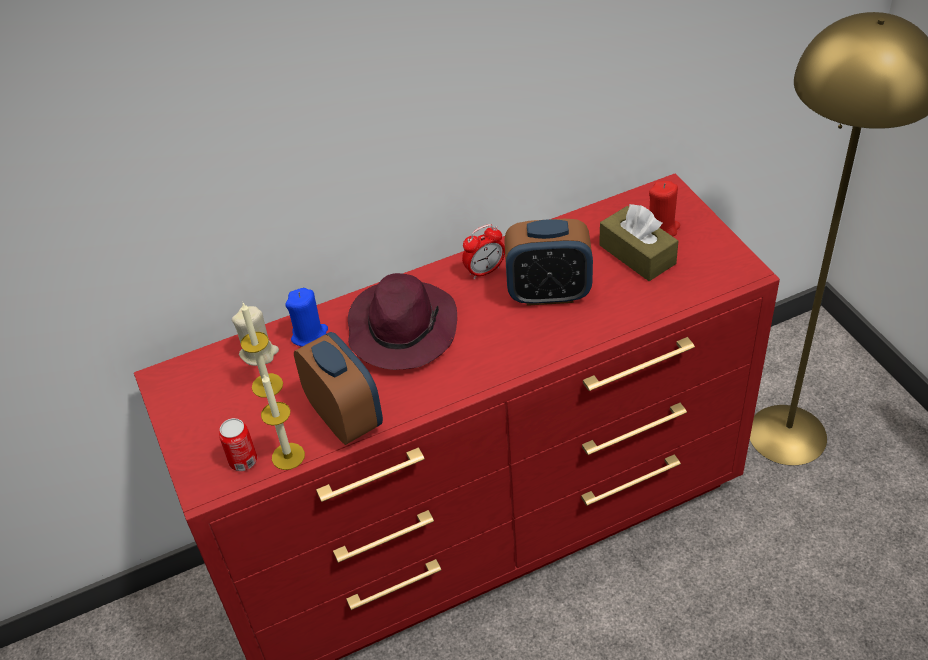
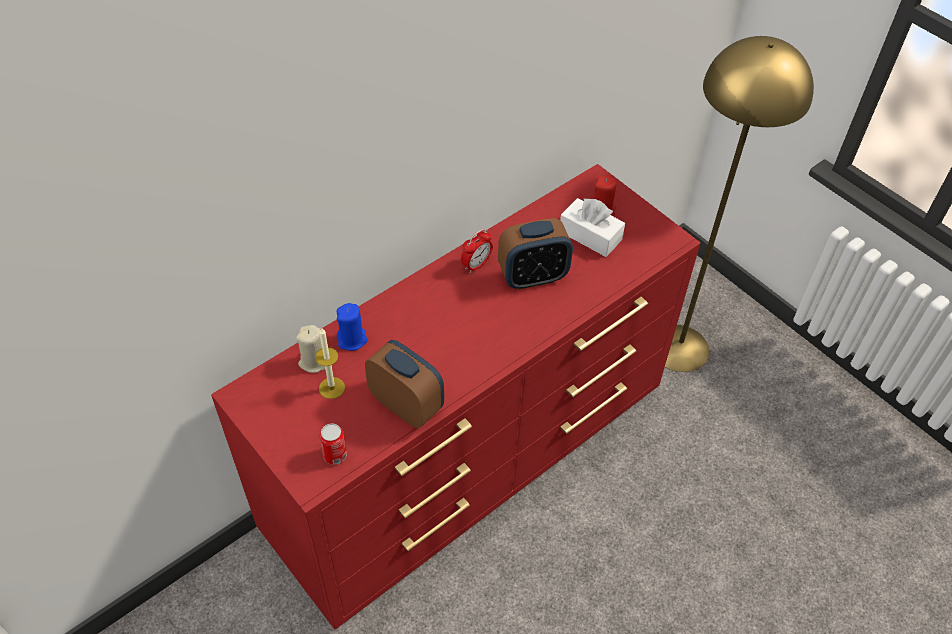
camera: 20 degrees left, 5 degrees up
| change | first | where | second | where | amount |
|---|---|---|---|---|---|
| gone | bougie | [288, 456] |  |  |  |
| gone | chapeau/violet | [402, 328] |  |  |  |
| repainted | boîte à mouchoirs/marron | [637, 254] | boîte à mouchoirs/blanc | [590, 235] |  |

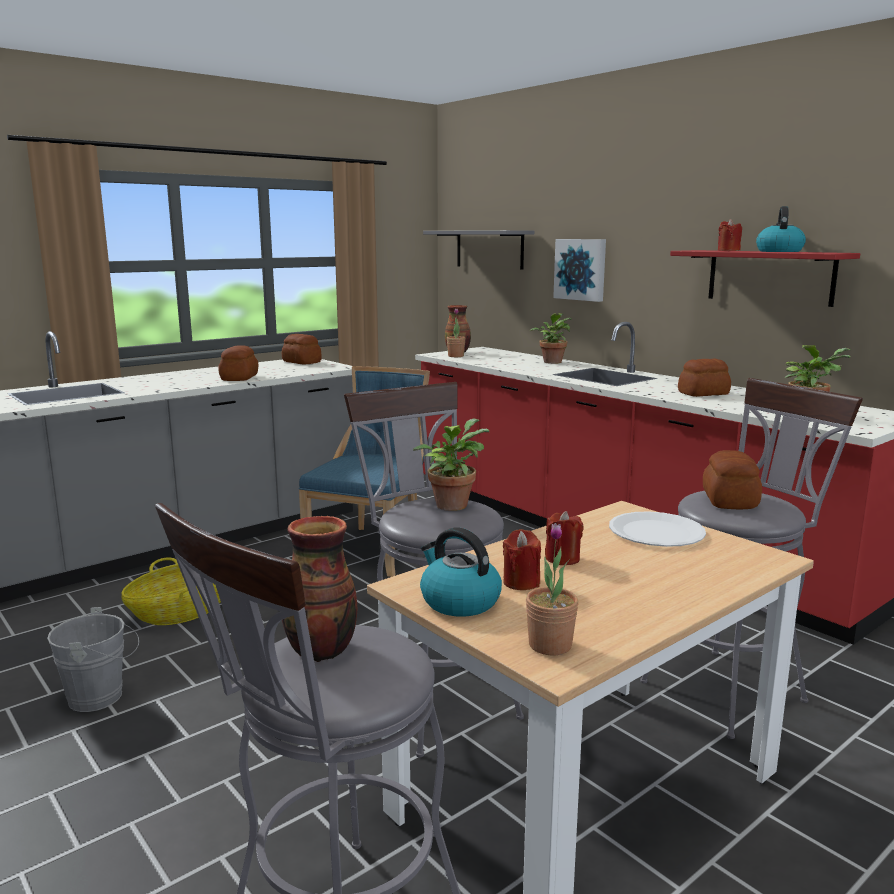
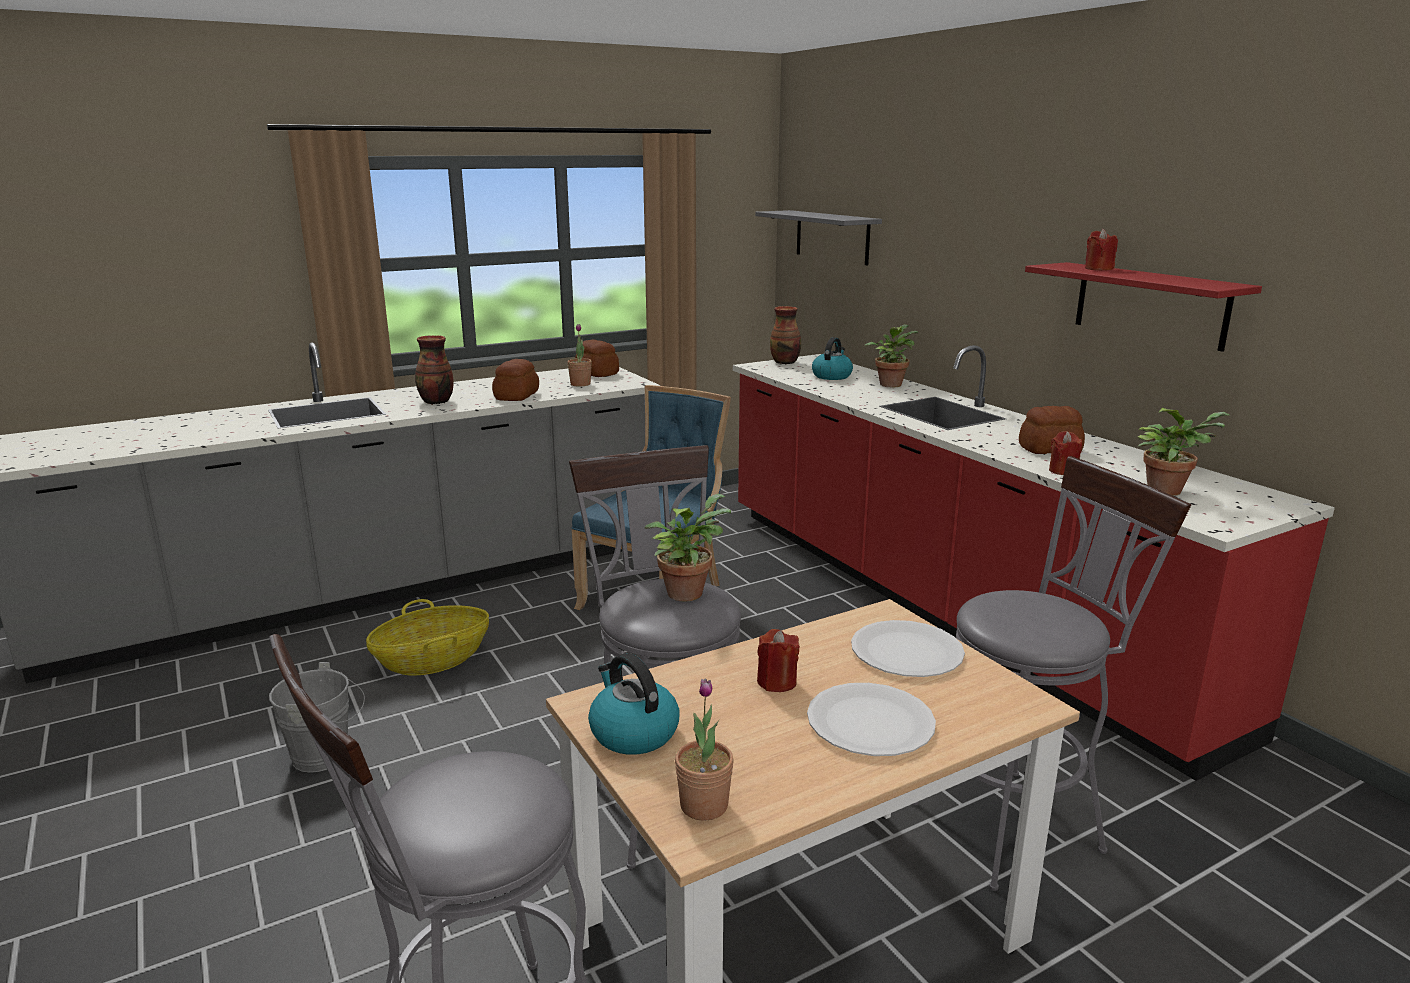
camera: 10 degrees right, 5 degrees up
| change | first | where | second | where | amount |
|---|---|---|---|---|---|
| shifted | vase | [320, 650] |  | [436, 402] |  |
| shifted | plante en pot | [456, 356] |  | [580, 384] |  |
| shifted | bougie/rouge | [521, 582] |  | [1063, 471] |  |
| gone | tableau | [581, 269] |  |  |  |
| gone | pain | [729, 500] |  |  |  |
| shifted | bouilloire | [779, 251] |  | [831, 376] |  |
| new |  |  | assiette/blanc | [870, 722] |  |

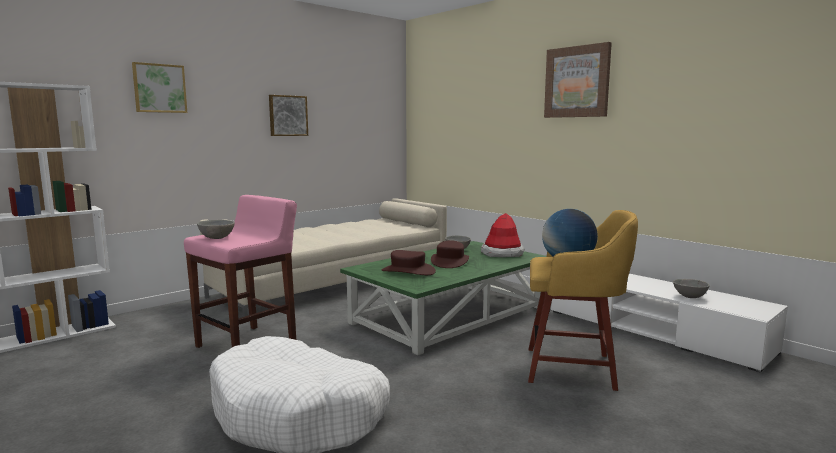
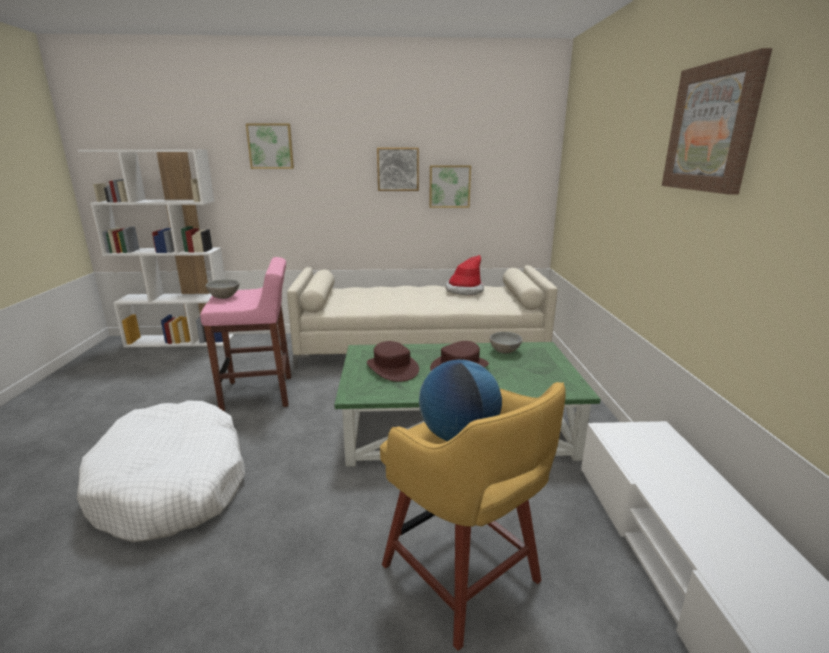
camera: 40 degrees right, 10 degrees up
| change | first | where | second | where | amount |
|---|---|---|---|---|---|
| shifted | chapeau | [502, 253] |  | [464, 290] |  |
| gone | bol/gris | [689, 297] |  |  |  |
| new |  |  | tableau | [449, 186] |  |

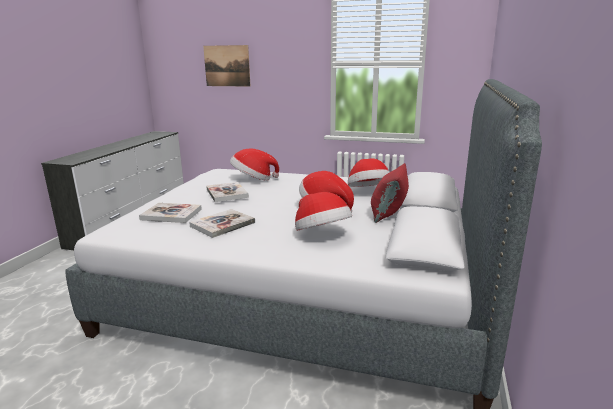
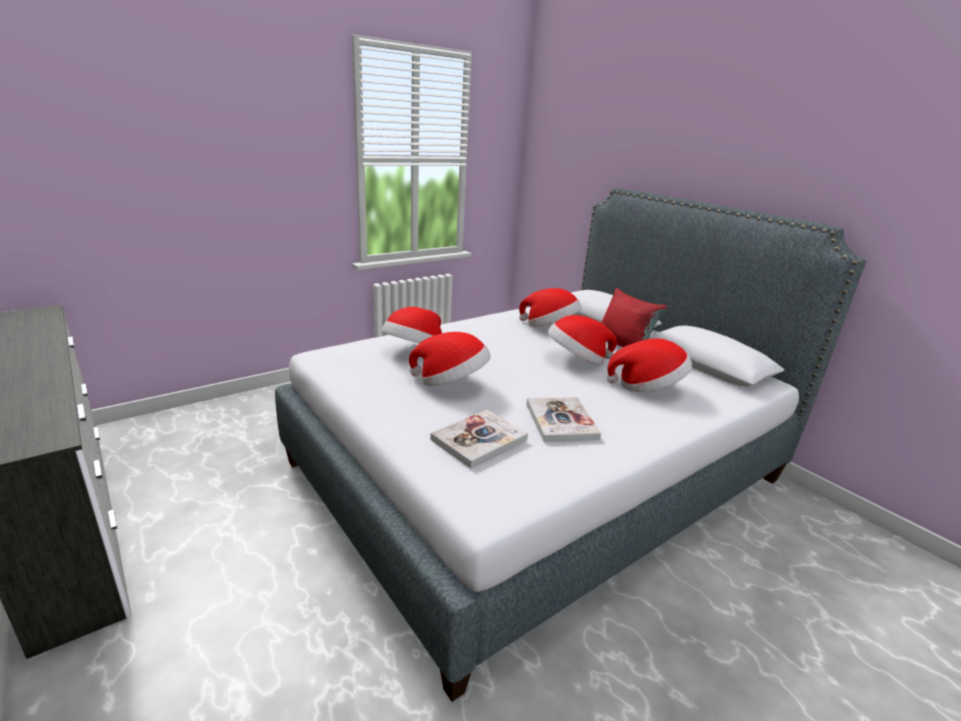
camera: 55 degrees left, 5 degrees up
| change | first | where | second | where | amount |
|---|---|---|---|---|---|
| gone | tableau | [227, 66] |  |  |  |
| swapped | livre | [227, 193] | chapeau | [451, 382] |  |

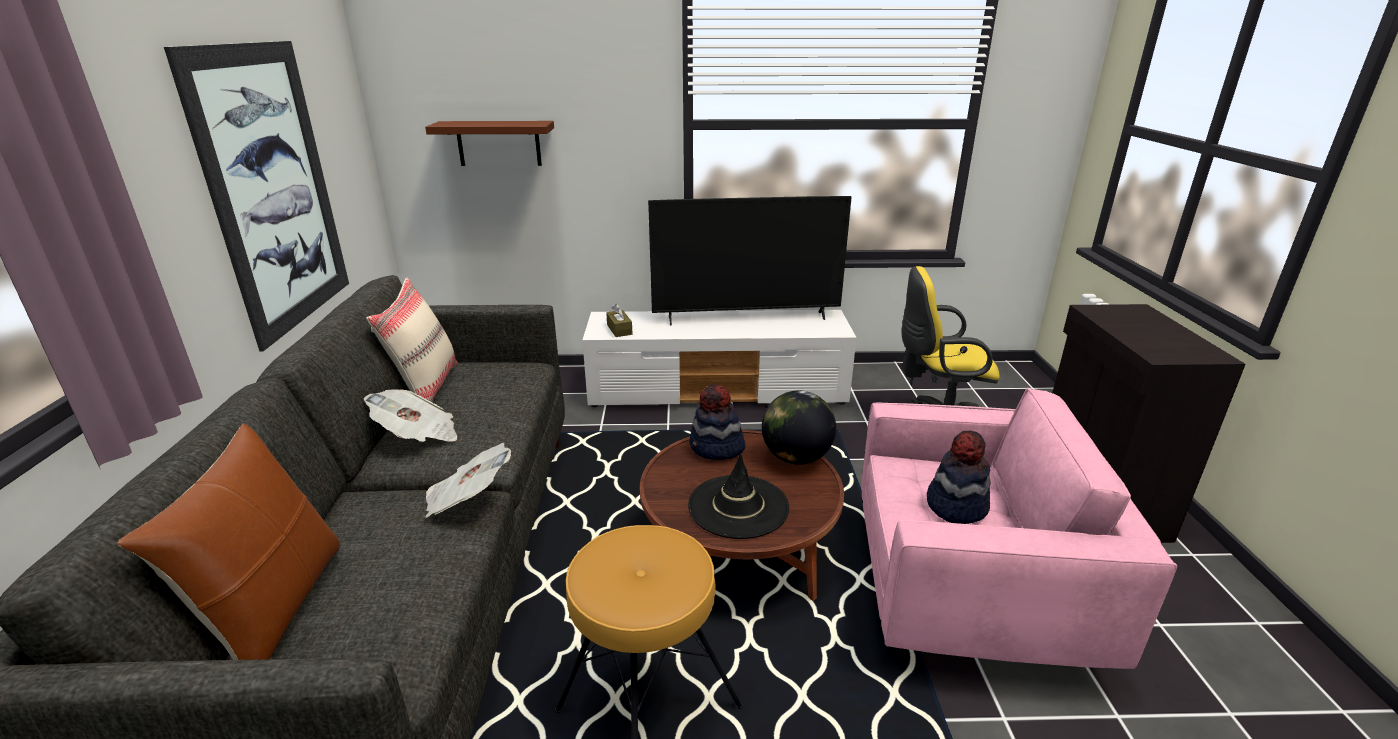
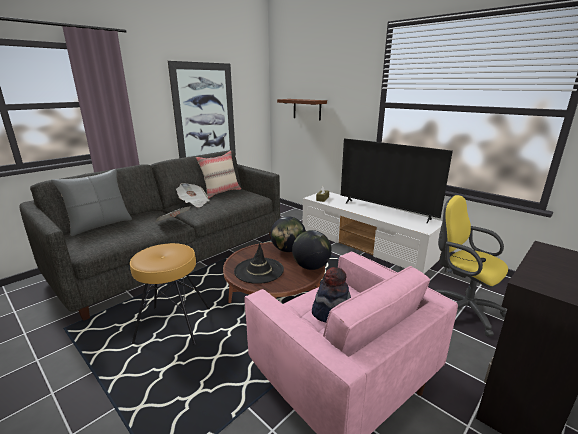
camera: 45 degrees right, 5 degrees down
| change | first | where | second | where | amount |
|---|---|---|---|---|---|
| repainted | coussin/marron | [274, 607] | coussin/gris | [100, 225] |  |
| swapped | chapeau | [716, 448] | globe | [288, 250] |  |

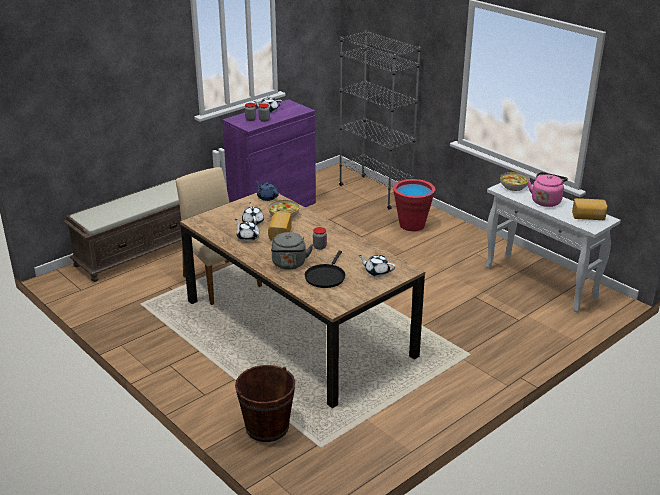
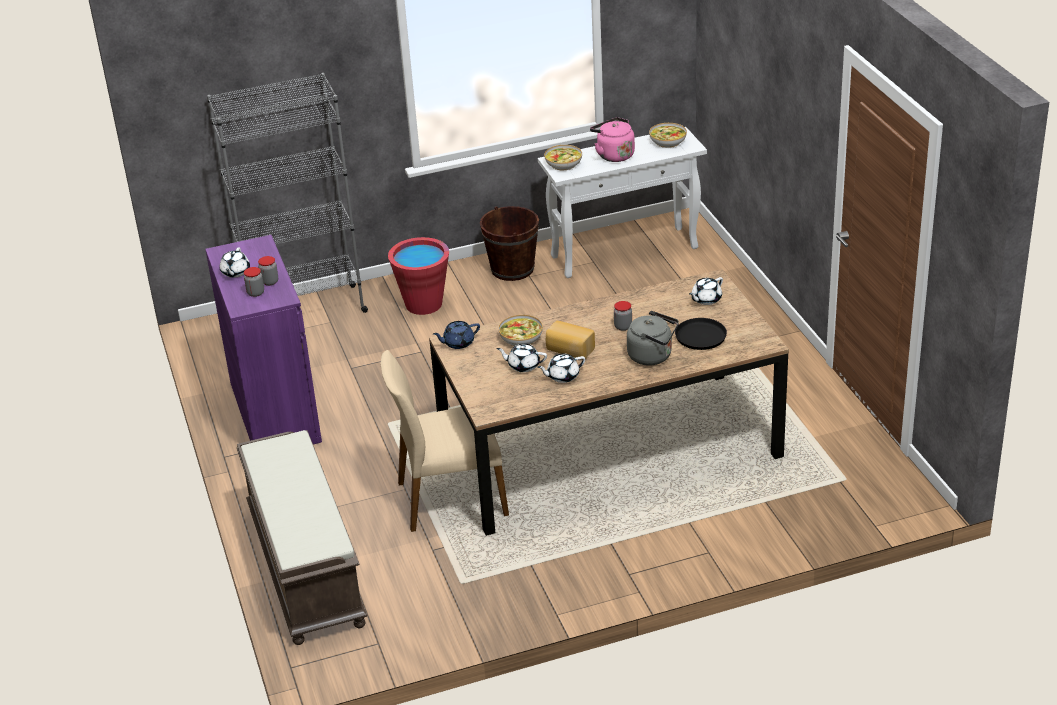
camera: 65 degrees left, 5 degrees up
| change | first | where | second | where | amount |
|---|---|---|---|---|---|
| shifted | seau/marron | [267, 427] |  | [512, 269] |  |
| swapped | pain | [588, 217] | bol | [668, 142] |  |

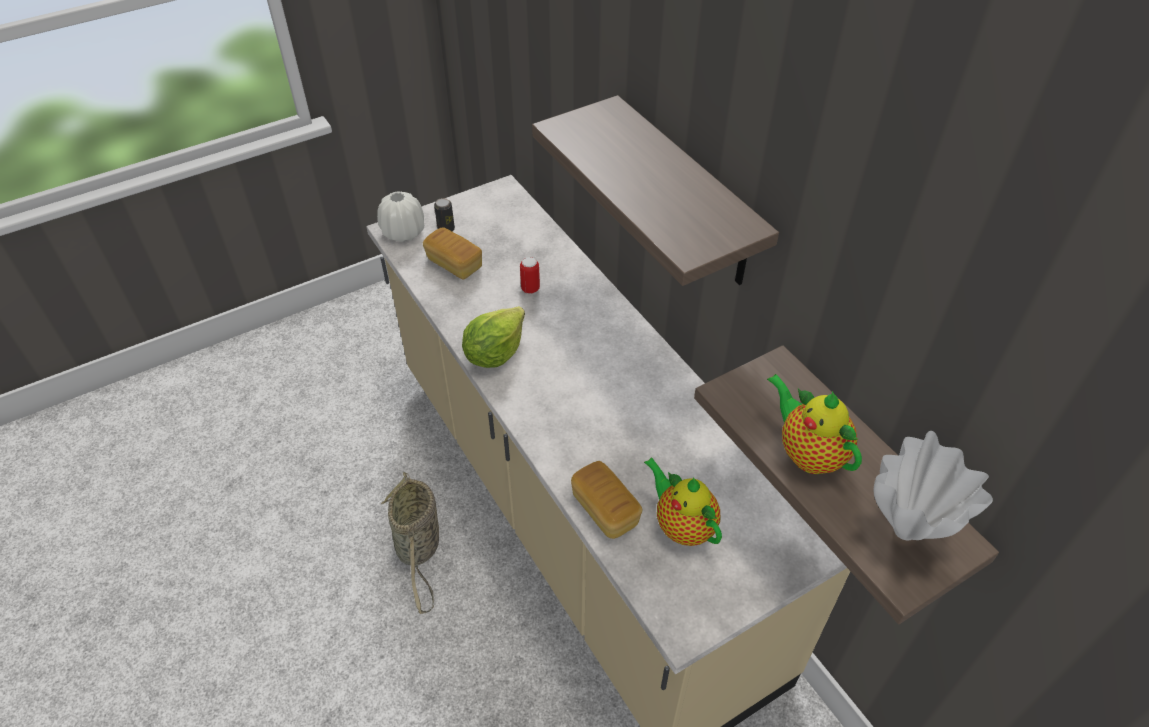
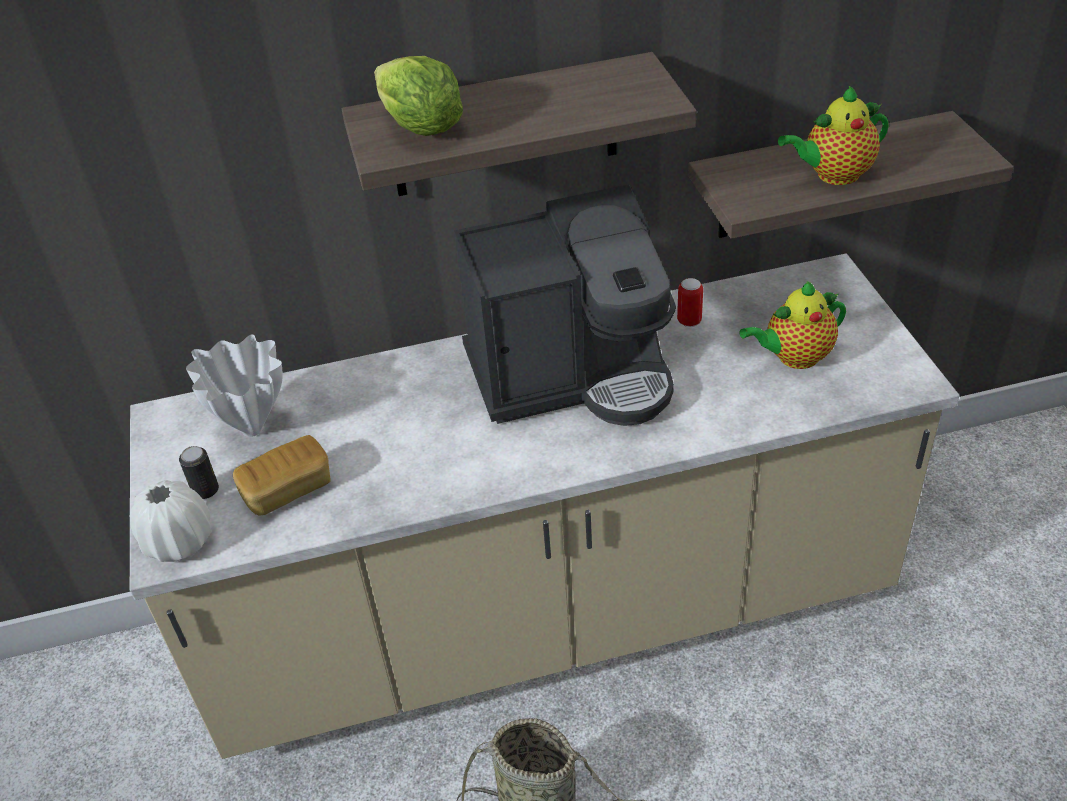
camera: 70 degrees left, 5 degrees down
| change | first | where | second | where | amount |
|---|---|---|---|---|---|
| shifted | laitue | [494, 353] |  | [421, 128] |  |
| shifted | boîte métallique | [530, 289] |  | [689, 321] |  |
| gone | pain | [605, 510] |  |  |  |
| shifted | vase/blanc | [905, 532] |  | [253, 430] |  |
| new |  |  | machine à café | [573, 374] |  |

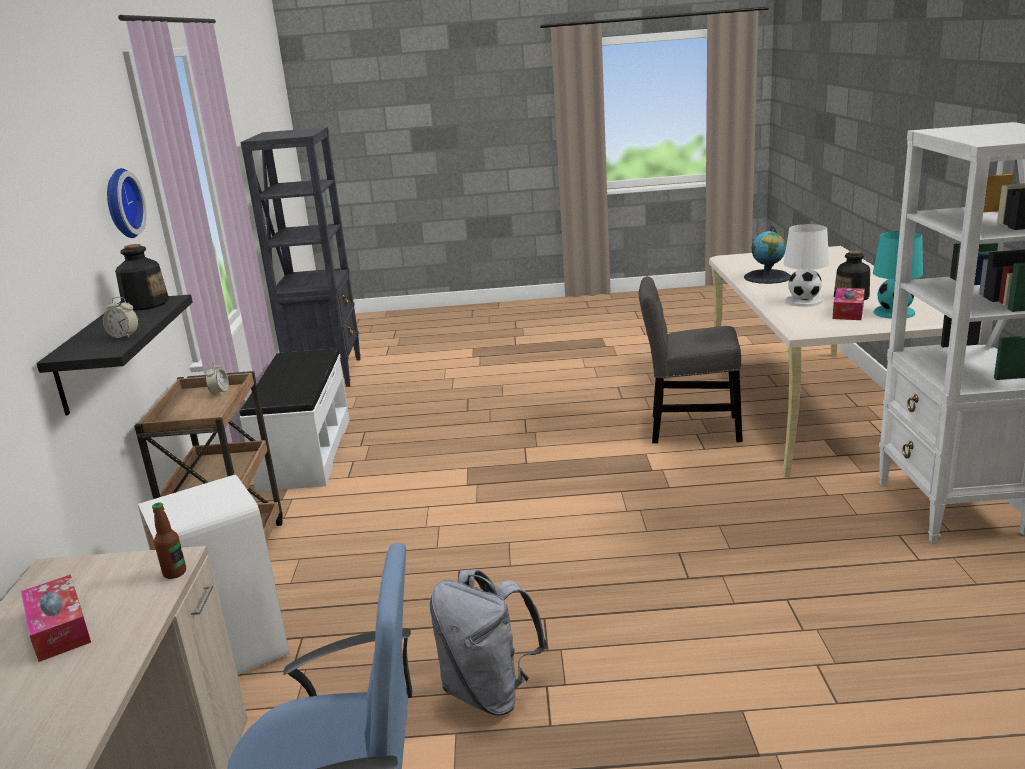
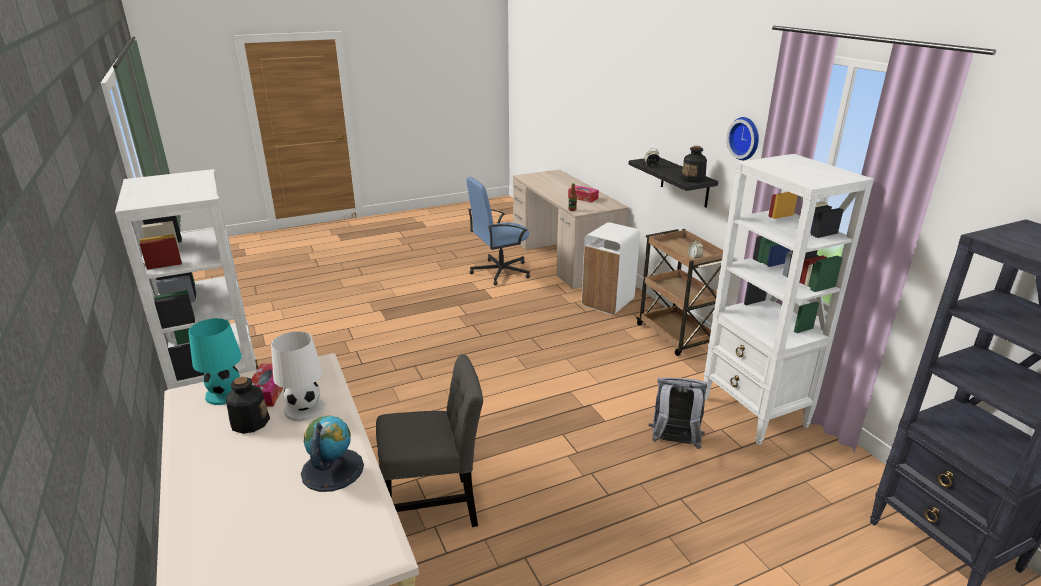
camera: 155 degrees right, 5 degrees up
| change | first | where | second | where | amount |
|---|---|---|---|---|---|
| swapped | banc/blanc | [305, 453] | bibliothèque/blanc | [754, 412] |  |
| shifted | sac à dos/gris | [490, 692] |  | [674, 443] |  |

